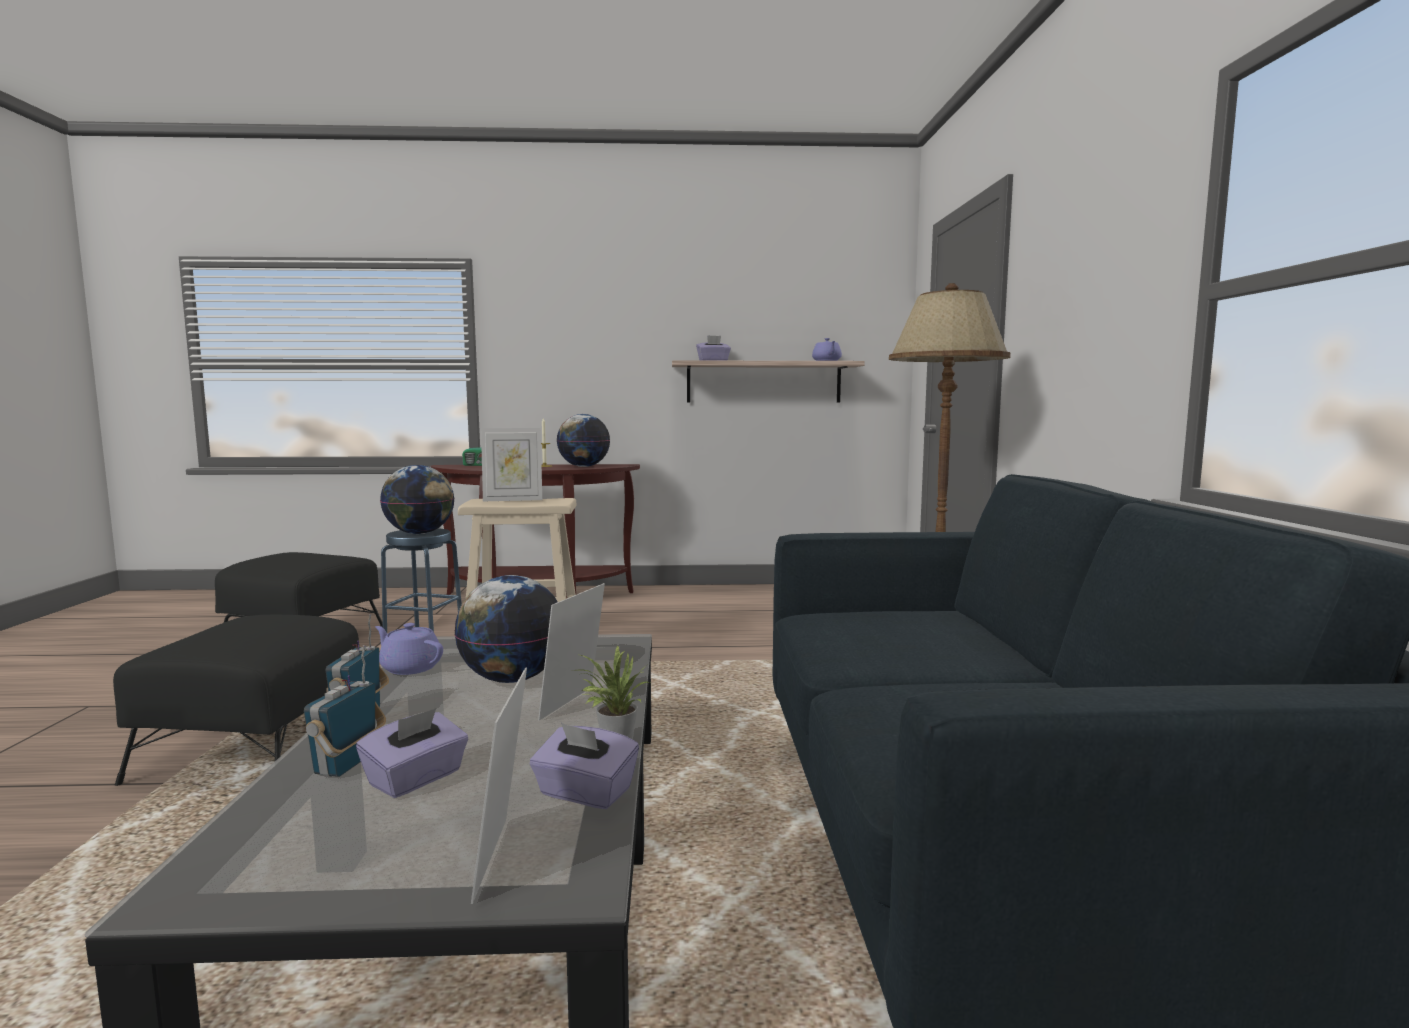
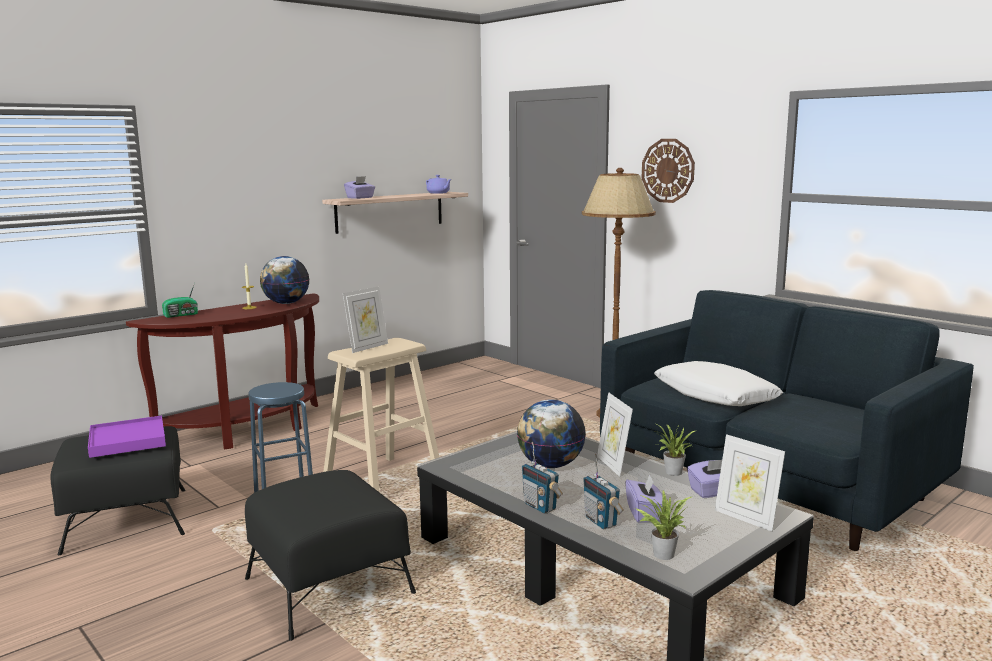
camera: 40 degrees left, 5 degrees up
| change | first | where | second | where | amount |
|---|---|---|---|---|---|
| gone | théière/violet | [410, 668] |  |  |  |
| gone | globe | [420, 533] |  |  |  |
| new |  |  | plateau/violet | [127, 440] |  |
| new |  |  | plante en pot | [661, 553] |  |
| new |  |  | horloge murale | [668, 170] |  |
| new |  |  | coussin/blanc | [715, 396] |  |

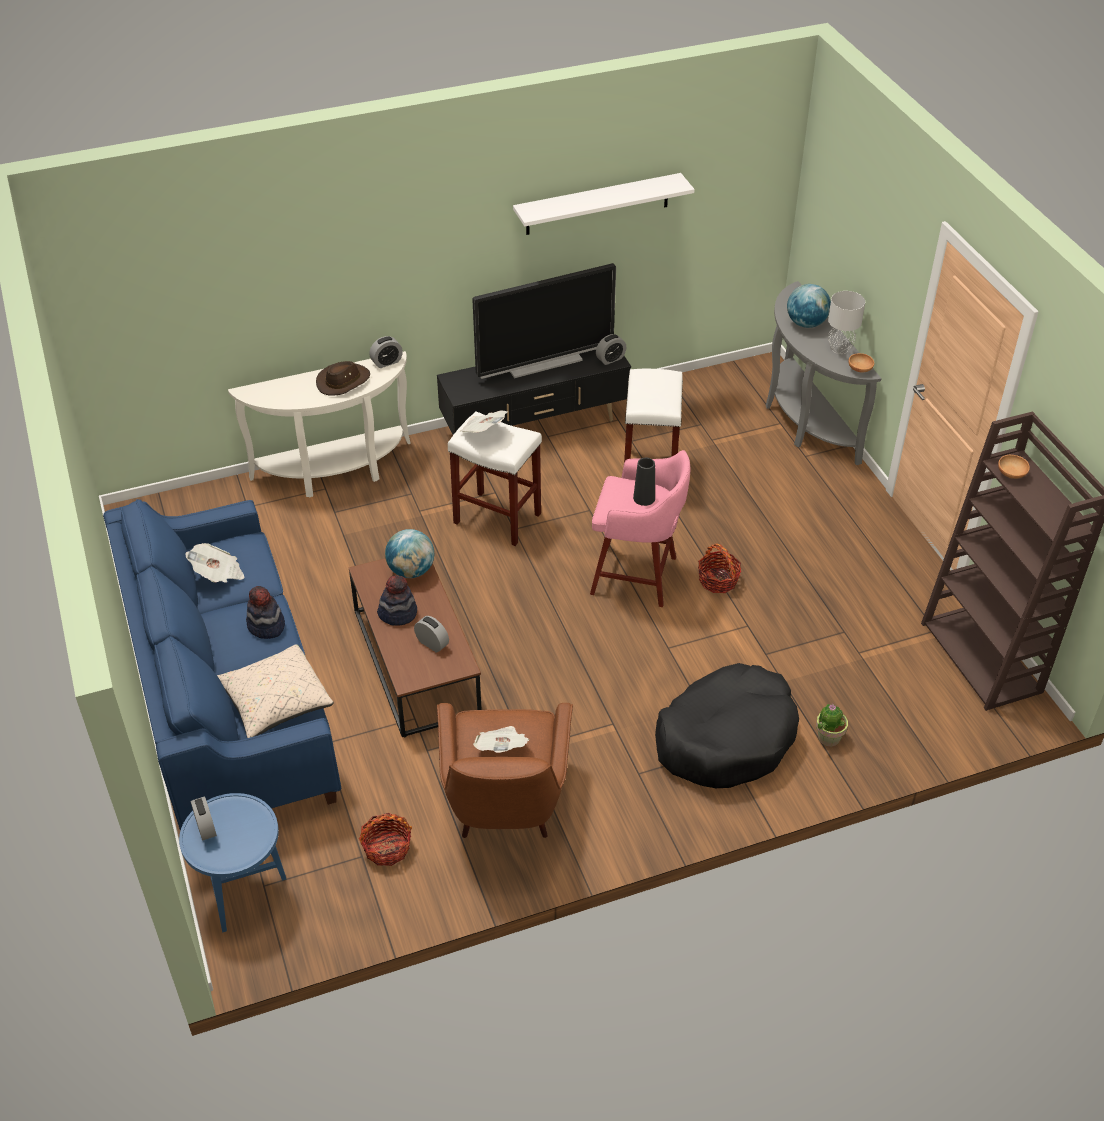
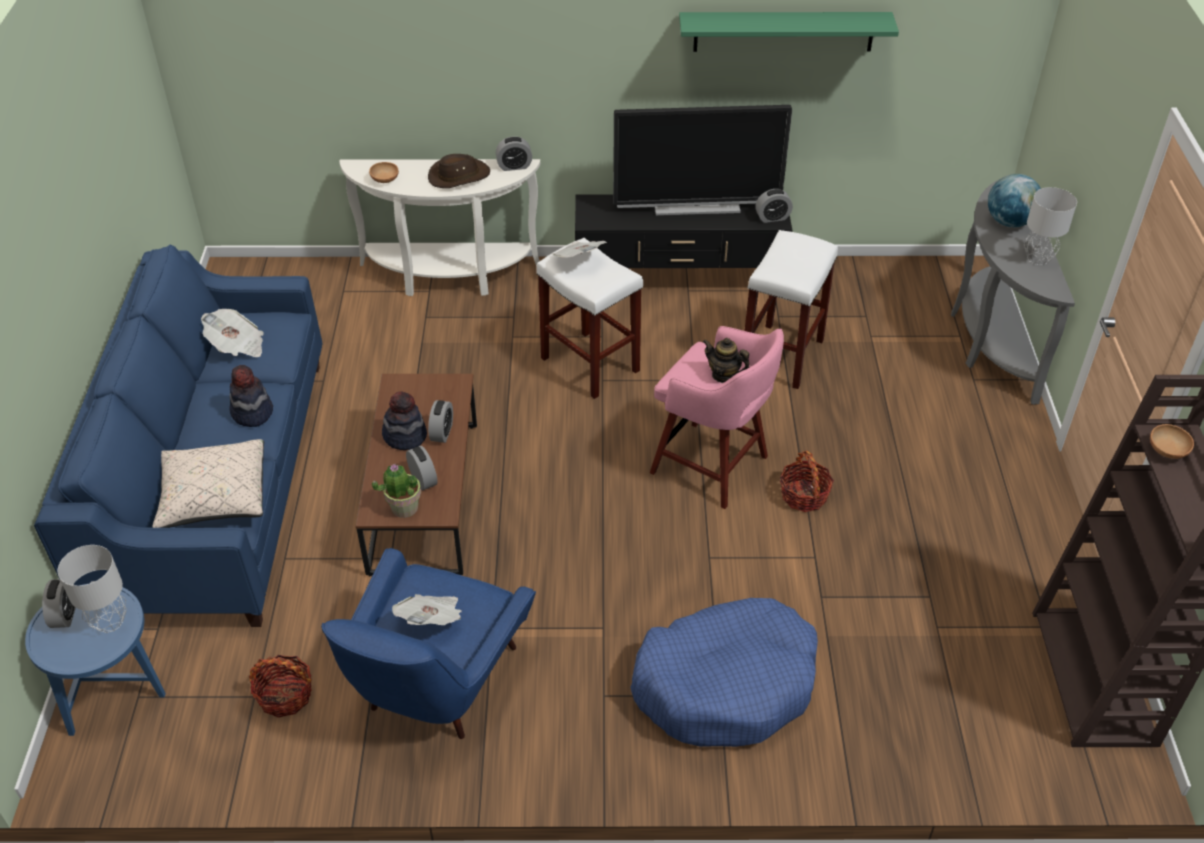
camera: 20 degrees right, 0 degrees up
| change | first | where | second | where | amount |
|---|---|---|---|---|---|
| gone | globe | [411, 571] |  |  |  |
| repainted | fauteuil/marron | [505, 807] | fauteuil/bleu | [435, 689] |  |
| repainted | étagère/blanc | [597, 204] | étagère/vert | [783, 31] |  |
| swapped | vase/noir | [644, 498] | théière | [724, 375] |  |
| repainted | panier pour chien/noir | [726, 738] | panier pour chien/bleu | [726, 684] |  |
| shifted | plante en pot | [828, 737] |  | [404, 507] |  |
| shifted | bol/marron | [860, 370] |  | [385, 181] |  |
| new |  |  | lampe de table/gris | [109, 622] |  |
| new |  |  | réveil | [442, 432] |  |

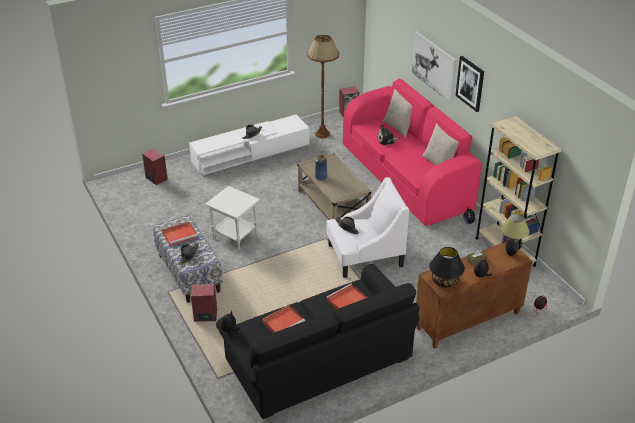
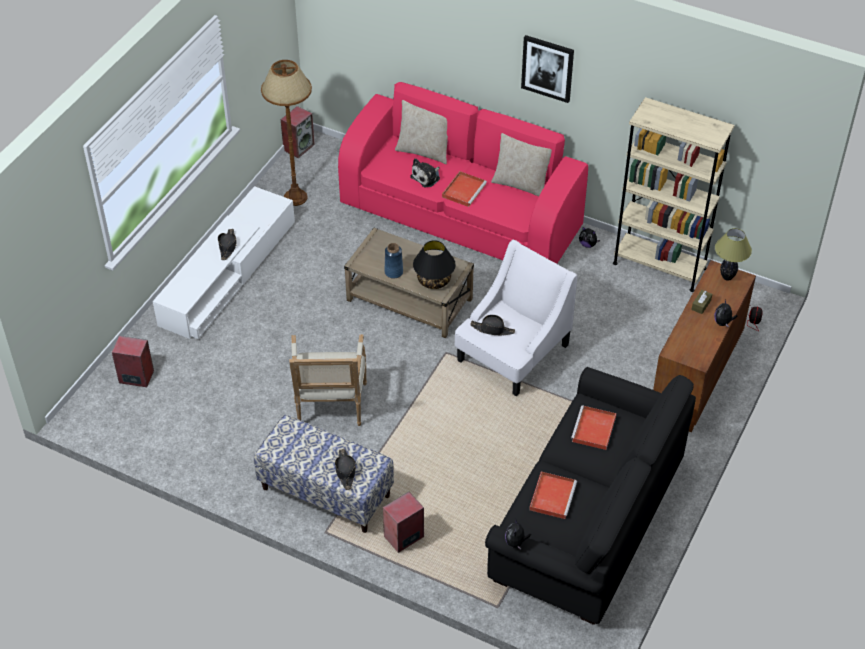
camera: 35 degrees left, 10 degrees up
| change | first | where | second | where | amount |
|---|---|---|---|---|---|
| shifted | plateau/rouge | [180, 234] |  | [464, 190] |  |
| swapped | table d'appoint/blanc | [234, 236] | fauteuil | [330, 408] |  |
| gone | tableau | [434, 66] |  |  |  |
| shifted | lampe de table/noir | [445, 281] |  | [434, 280] |  |

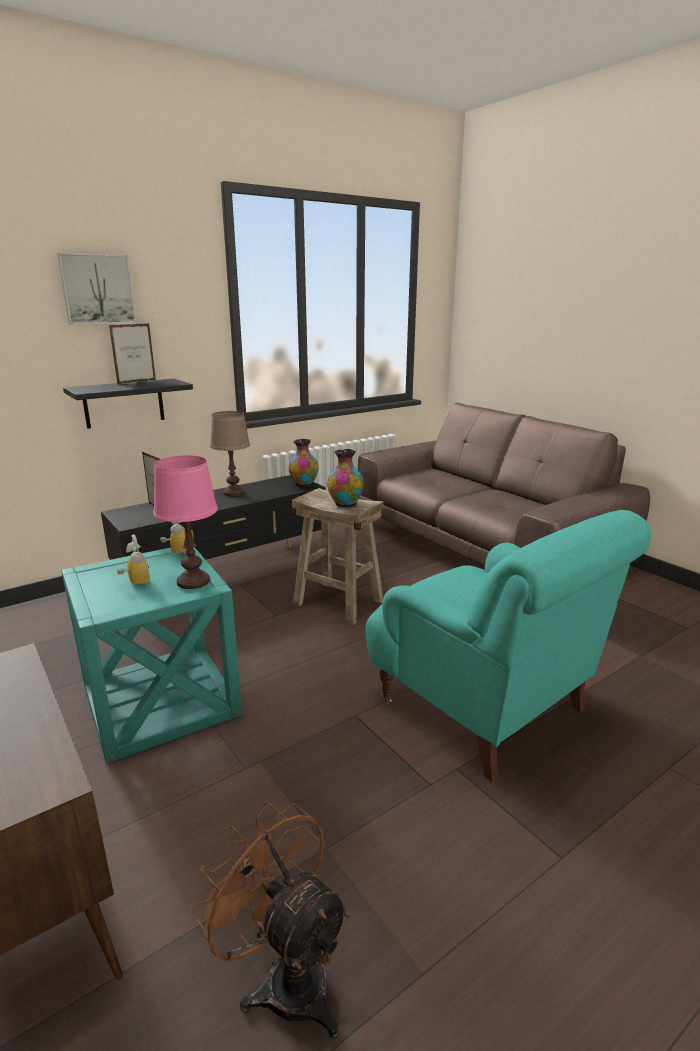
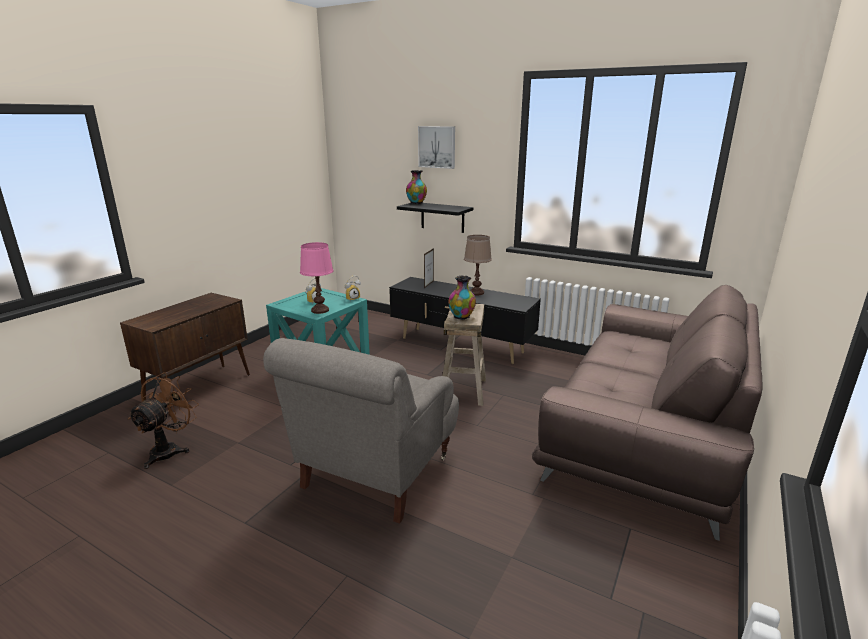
camera: 65 degrees right, 0 degrees up
| change | first | where | second | where | amount |
|---|---|---|---|---|---|
| gone | cadre photo | [137, 382] |  |  |  |
| shifted | vase | [303, 484] |  | [416, 203] |  |
| repainted | fauteuil/turquoise | [485, 707] | fauteuil/gris | [374, 473] |  |

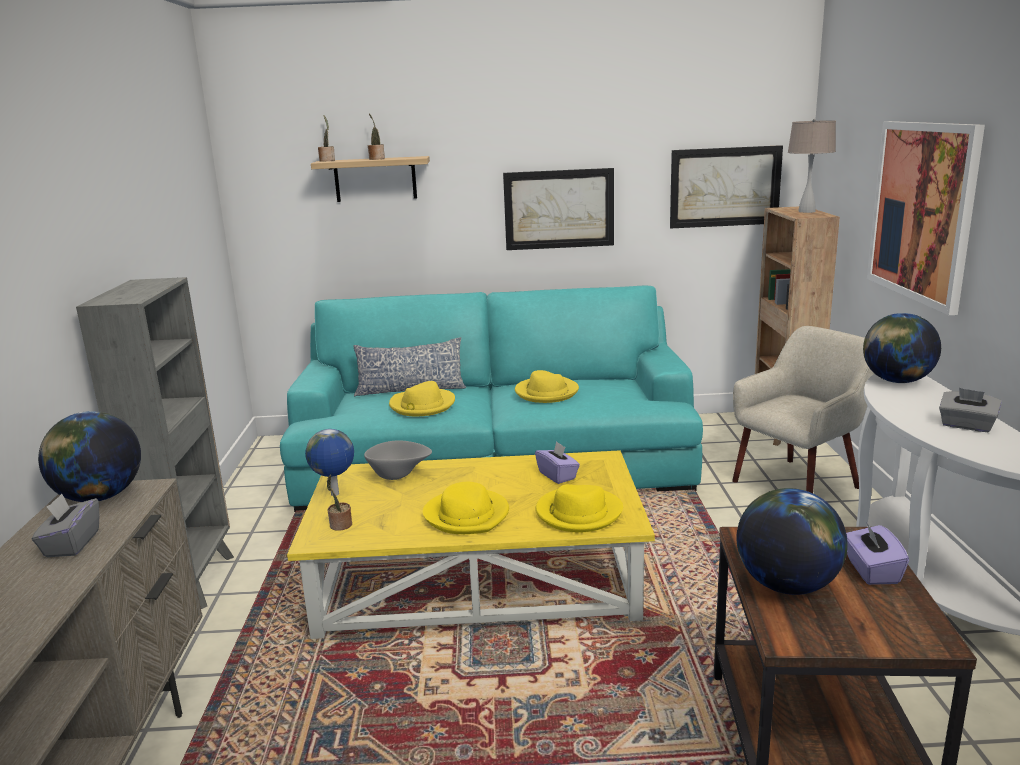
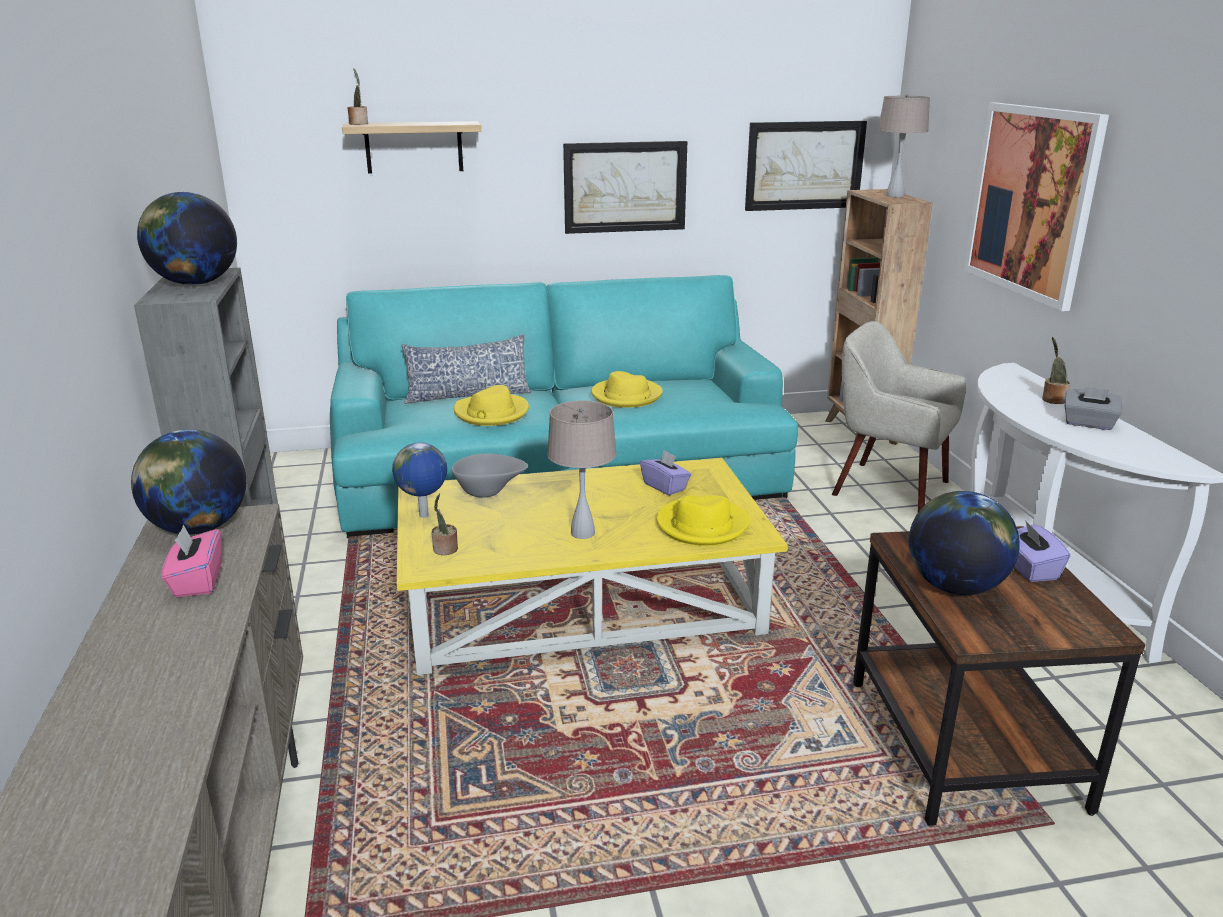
camera: 10 degrees left, 5 degrees up
| change | first | where | second | where | amount |
|---|---|---|---|---|---|
| repainted | boîte à mouchoirs/gris | [71, 544] | boîte à mouchoirs/rose | [197, 581] |  |
| shifted | plante en pot | [376, 159] |  | [1052, 399] |  |
| swapped | chapeau/jaune | [467, 515] | lampe de table/beige | [583, 533] |  |
| rotated | fauteuil/beige | [798, 484] |  | [888, 488] | 105 degrees counterclockwise |
| shifted | globe | [896, 381] |  | [195, 283] |  |

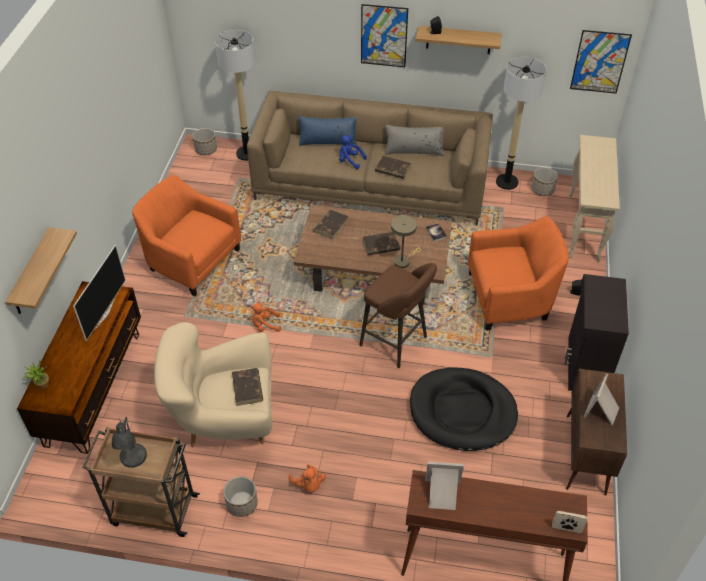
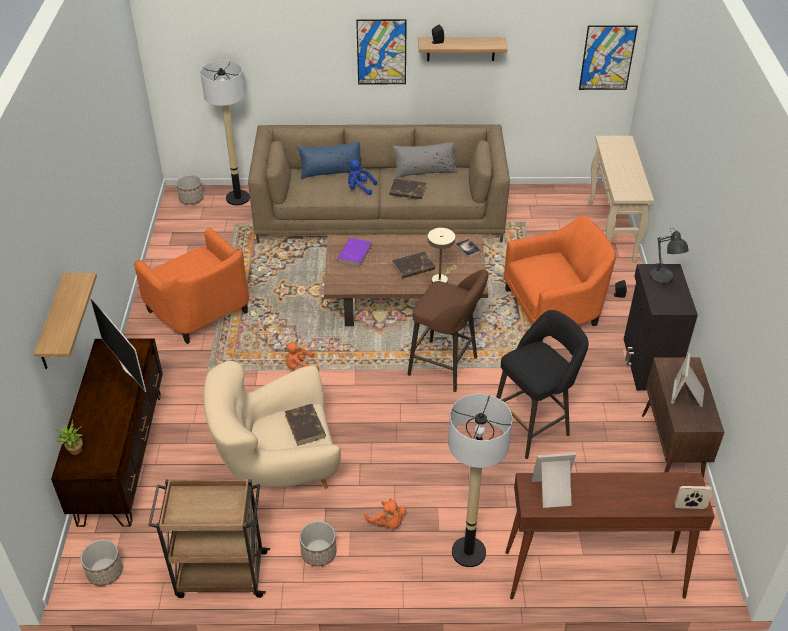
camera: 10 degrees left, 5 degrees down
| change | first | where | second | where | amount |
|---|---|---|---|---|---|
| rotated | téléviseur | [104, 313] |  | [128, 368] | 135 degrees clockwise |
| shifted | lampe de table/gris | [133, 459] |  | [662, 279] |  |
| rotated | fauteuil/orange | [191, 260] |  | [202, 312] | 150 degrees counterclockwise |
| repainted | livre/marron | [331, 225] | livre/violet | [354, 254] |  |
| swapped | panier pour chien/noir | [462, 412] | tabouret/noir | [533, 426] |  |
| shifted | lampadaire | [507, 182] |  | [469, 552] |  |
| shifted | cache-pot | [542, 189] |  | [105, 571] |  |

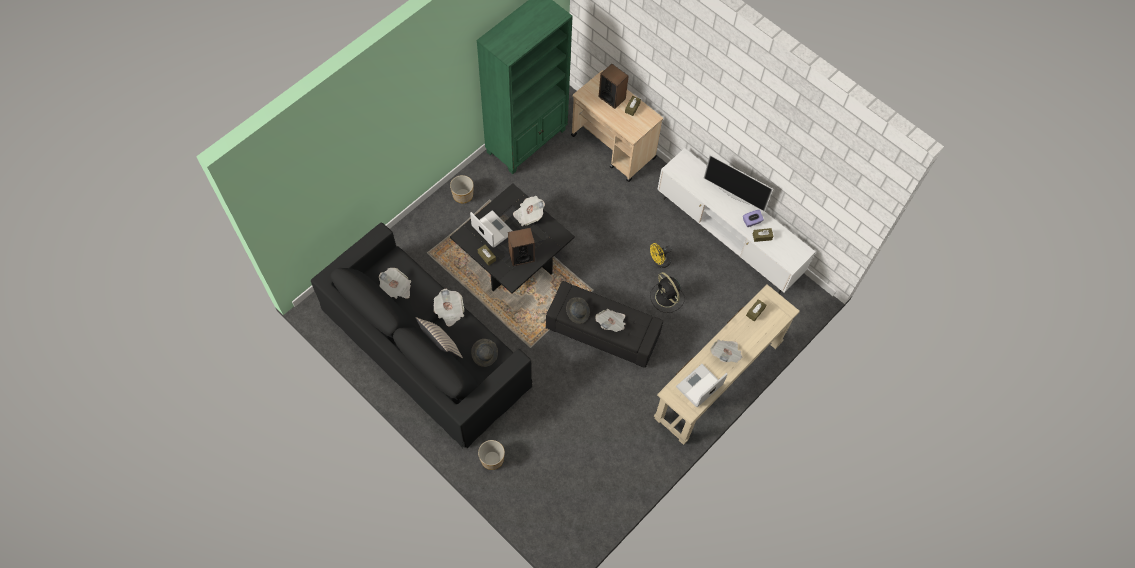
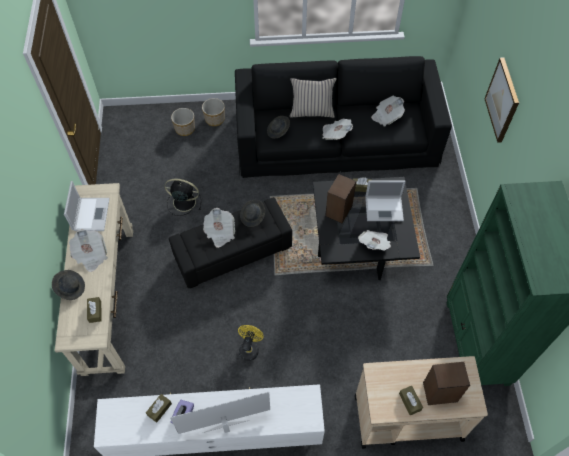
camera: 135 degrees right, 5 degrees down
| change | first | where | second | where | amount |
|---|---|---|---|---|---|
| shifted | cache-pot | [462, 195] |  | [185, 128] |  |
| shifted | ventilateur/noir | [667, 298] |  | [183, 202] |  |
| new |  |  | chapeau/gris | [70, 288] |  |
| new |  |  | tableau | [502, 100] |  |

